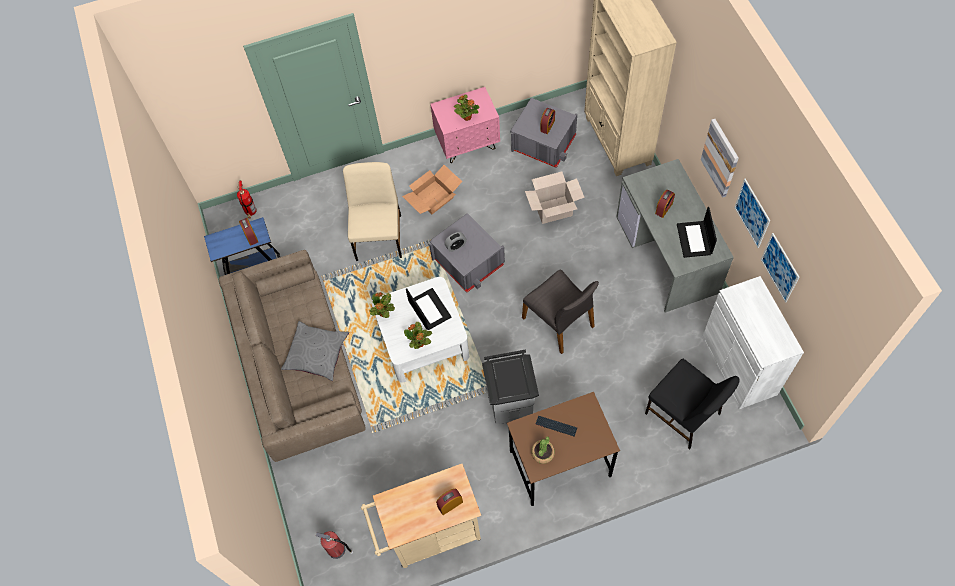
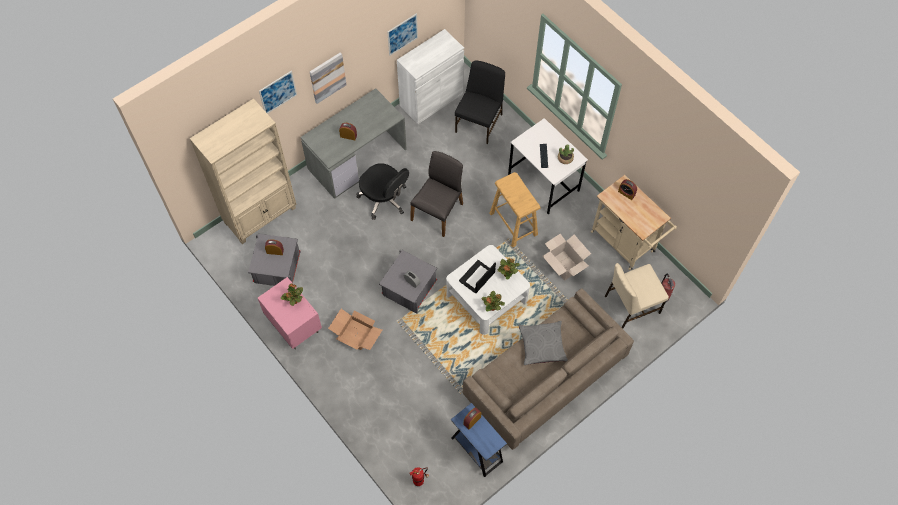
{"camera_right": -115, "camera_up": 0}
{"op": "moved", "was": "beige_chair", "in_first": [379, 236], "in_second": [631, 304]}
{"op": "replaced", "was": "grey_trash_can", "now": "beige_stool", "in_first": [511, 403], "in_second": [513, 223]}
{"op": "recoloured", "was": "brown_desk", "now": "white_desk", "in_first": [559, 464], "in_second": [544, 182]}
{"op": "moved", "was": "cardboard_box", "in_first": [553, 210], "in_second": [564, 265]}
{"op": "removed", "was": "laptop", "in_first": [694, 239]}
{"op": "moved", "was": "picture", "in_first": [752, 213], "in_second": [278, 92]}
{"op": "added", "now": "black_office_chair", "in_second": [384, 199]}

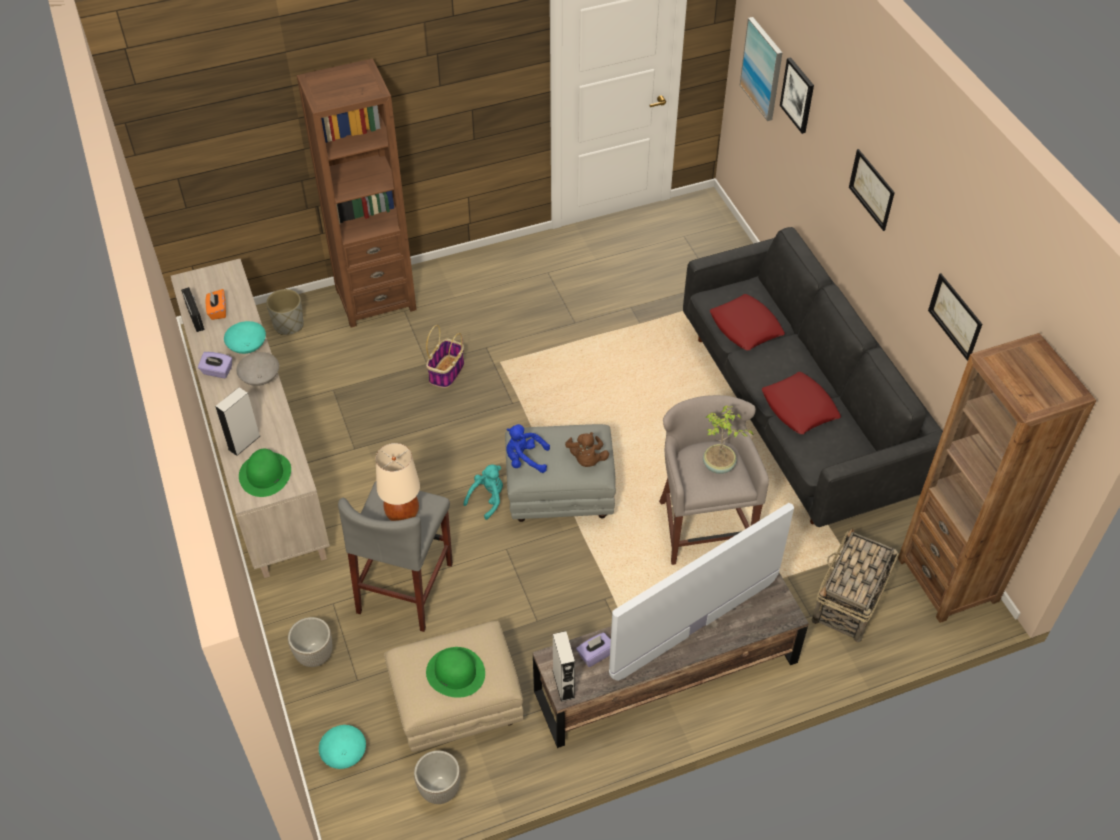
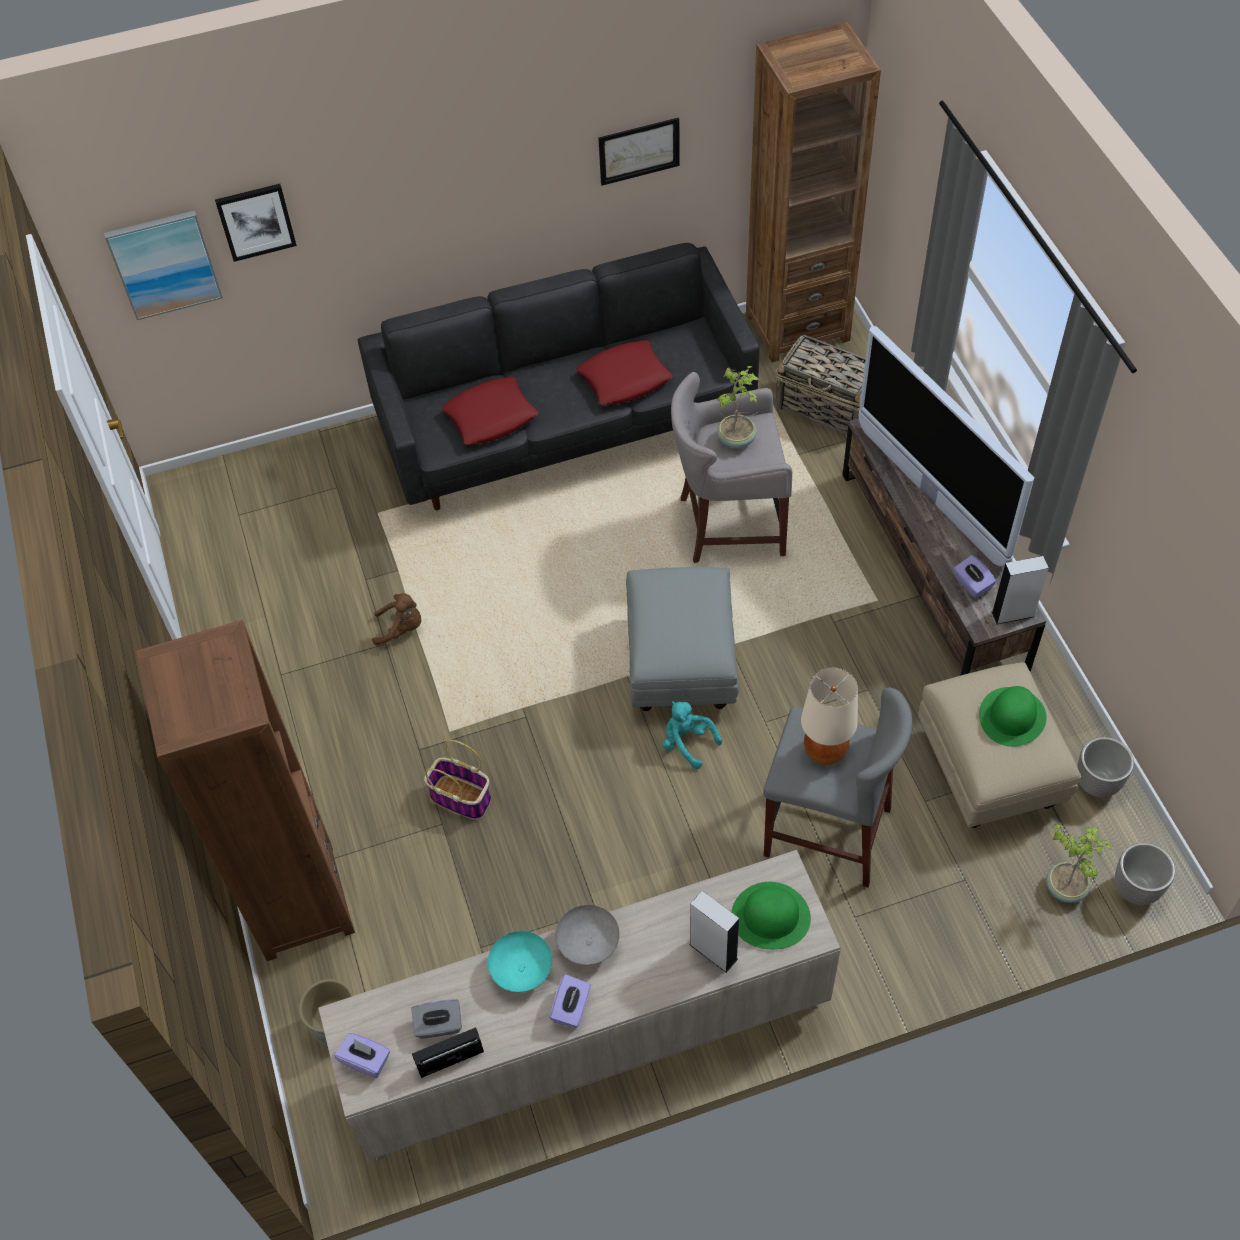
{"camera_right": -85, "camera_up": 5}
{"op": "recoloured", "was": "orange_tissue_box", "now": "grey_tissue_box", "in_first": [217, 311], "in_second": [439, 1026]}
{"op": "moved", "was": "planter", "in_first": [314, 655], "in_second": [1135, 889]}
{"op": "replaced", "was": "turquoise_bowl", "now": "potted_plant", "in_first": [343, 754], "in_second": [1066, 887]}
{"op": "removed", "was": "blue_plush_toy", "in_first": [525, 459]}
{"op": "moved", "was": "brown_plush_toy", "in_first": [586, 459], "in_second": [401, 628]}
{"op": "removed", "was": "picture", "in_first": [871, 189]}
{"op": "added", "now": "purple_tissue_box", "in_second": [366, 1060]}

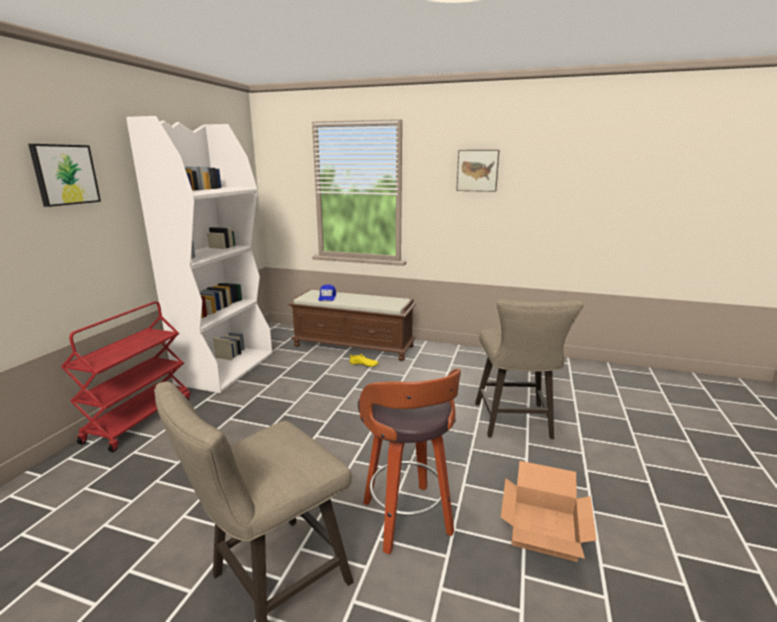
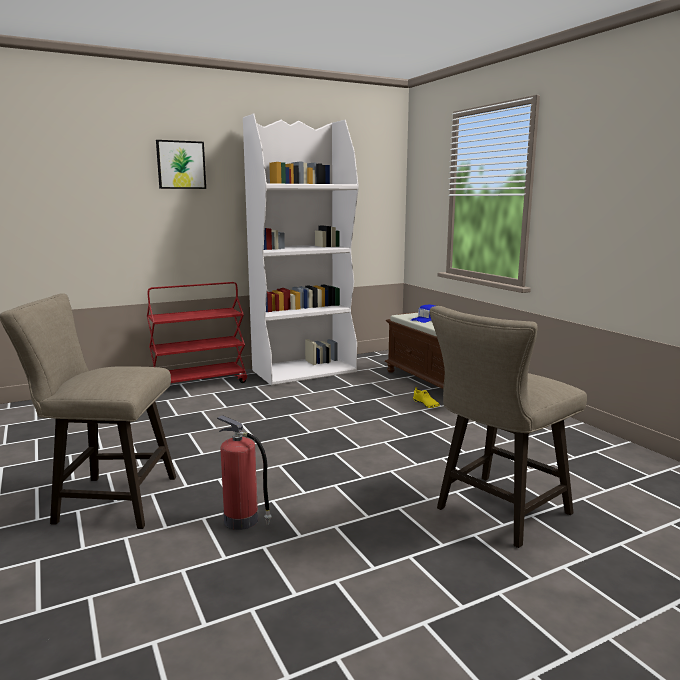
{"camera_right": 45, "camera_up": -5}
{"op": "replaced", "was": "stool", "now": "fire_extinguisher", "in_first": [408, 520], "in_second": [243, 520]}
{"op": "removed", "was": "picture", "in_first": [477, 170]}
{"op": "removed", "was": "cardboard_box", "in_first": [544, 530]}

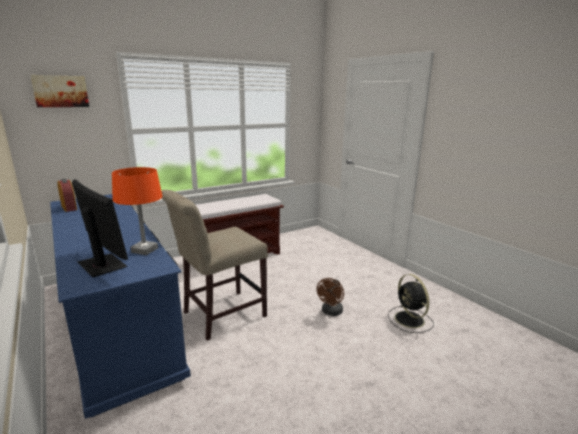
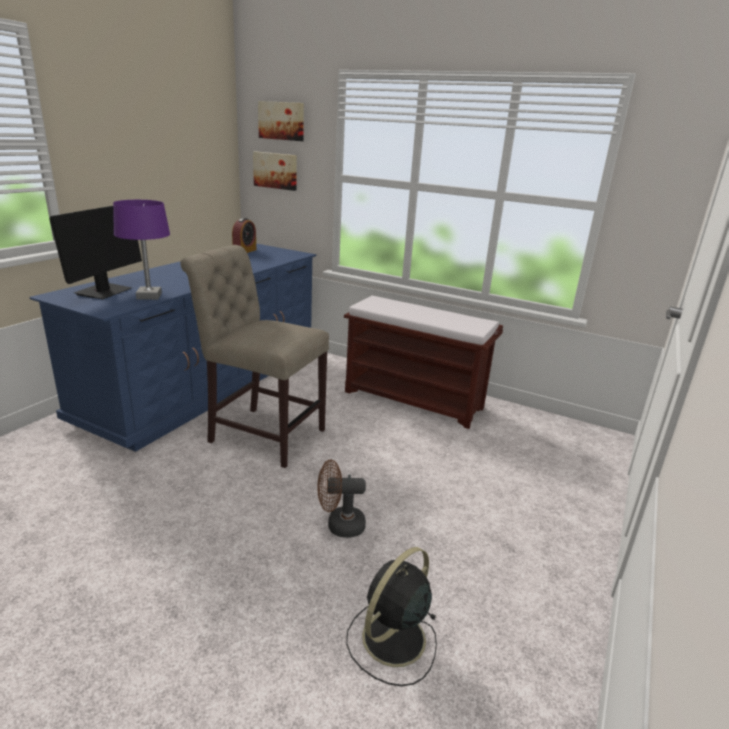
{"camera_right": 60, "camera_up": 5}
{"op": "recoloured", "was": "orange_table_lamp", "now": "purple_table_lamp", "in_first": [145, 250], "in_second": [149, 296]}
{"op": "added", "now": "picture", "in_second": [276, 170]}

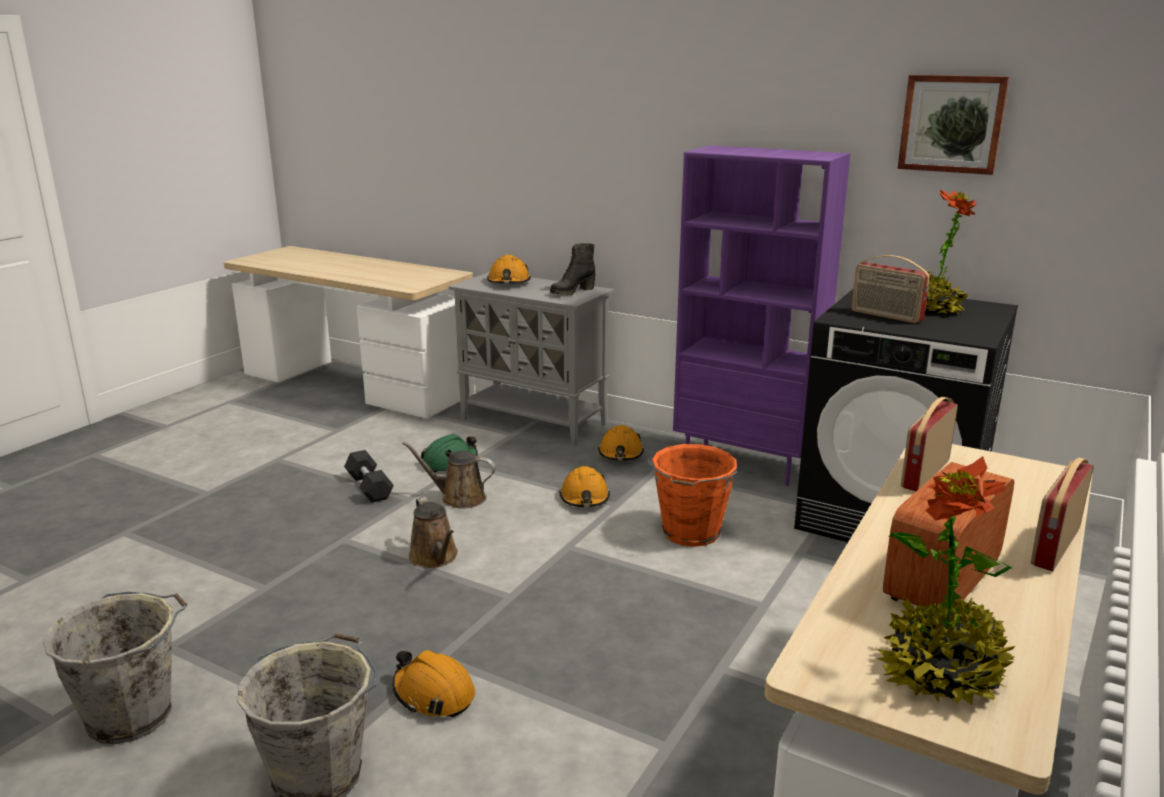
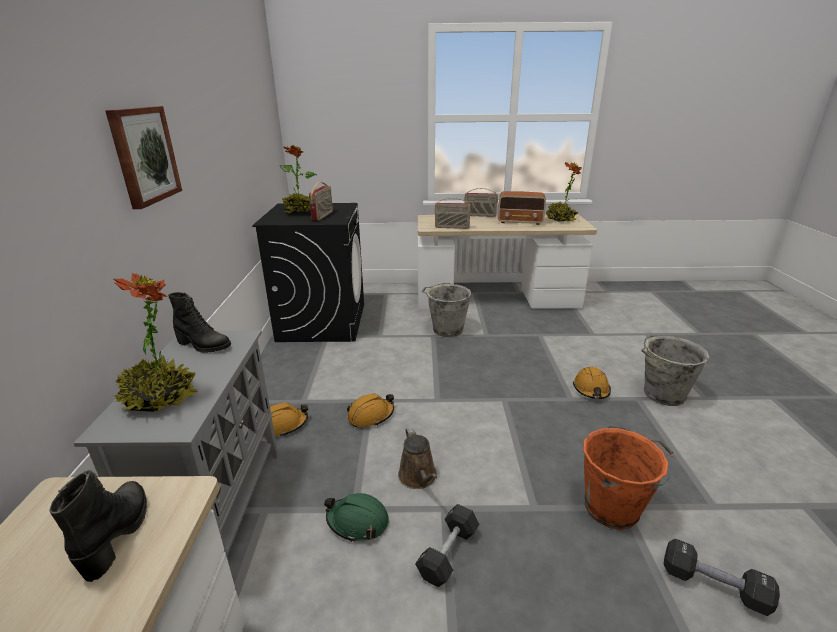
{"camera_right": -120, "camera_up": 5}
{"op": "moved", "was": "grey_bucket", "in_first": [134, 715], "in_second": [446, 330]}
{"op": "removed", "was": "brown_watering_can", "in_first": [435, 557]}
{"op": "replaced", "was": "orange_hard_hat", "now": "potted_plant", "in_first": [509, 282], "in_second": [160, 398]}
{"op": "moved", "was": "orange_bucket", "in_first": [690, 533], "in_second": [613, 508]}
{"op": "removed", "was": "purple_bookcase", "in_first": [745, 463]}
{"op": "moved", "was": "picture", "in_first": [952, 124], "in_second": [144, 155]}
{"op": "added", "now": "black_boot", "in_second": [118, 533]}
{"op": "added", "now": "black_dumbbell", "in_second": [713, 586]}

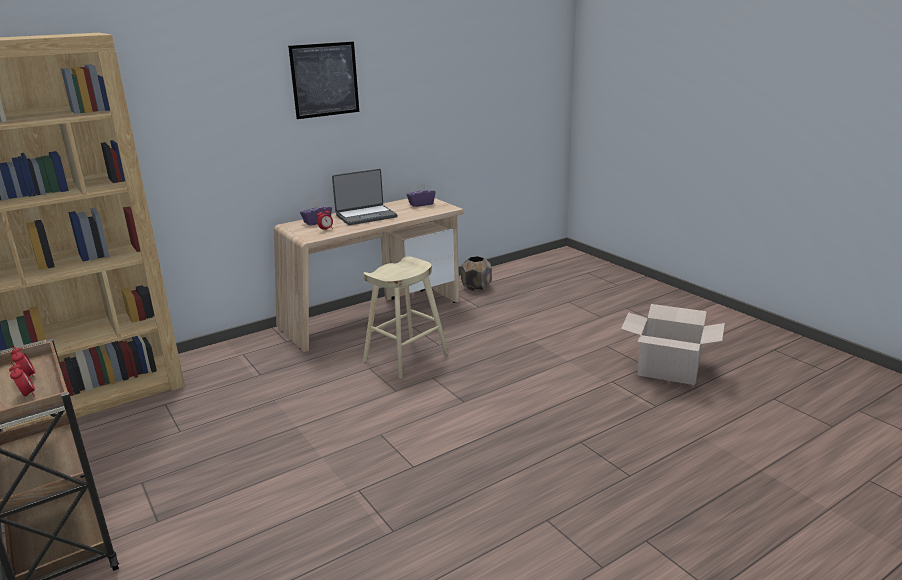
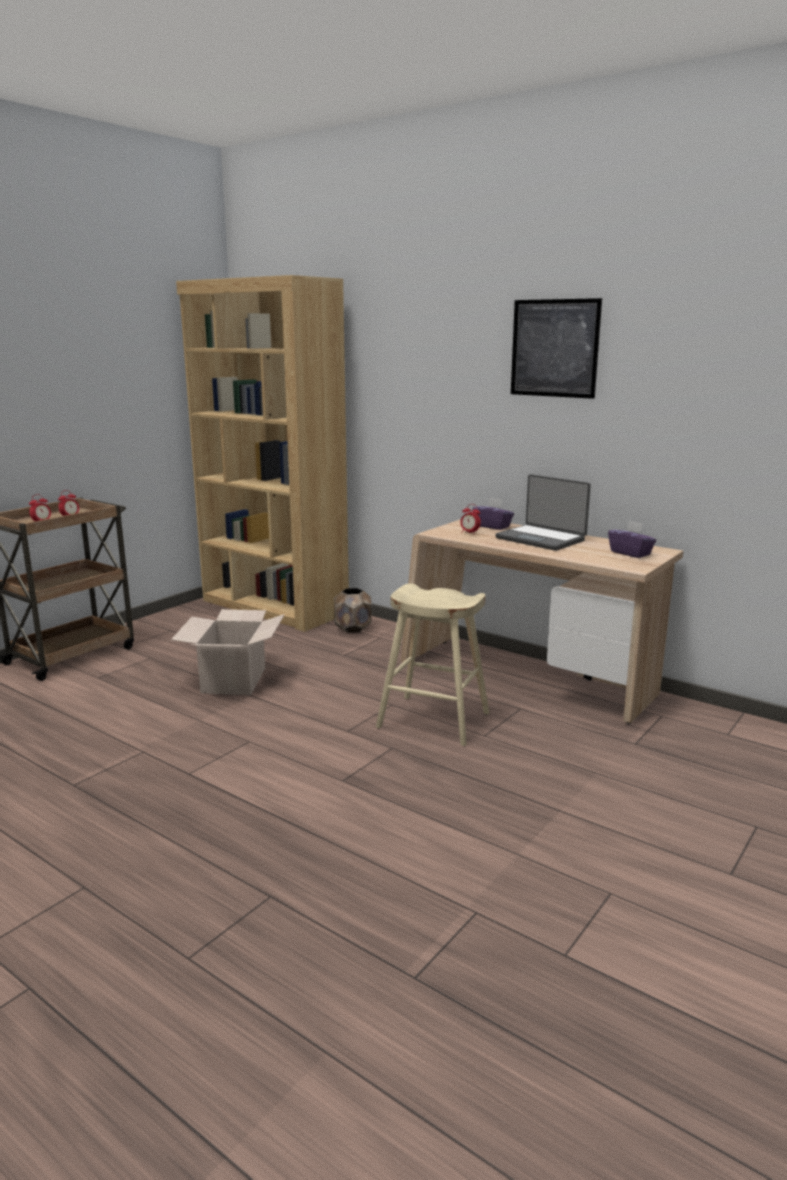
{"camera_right": 70, "camera_up": -5}
{"op": "moved", "was": "brown_planter", "in_first": [476, 287], "in_second": [353, 629]}
{"op": "moved", "was": "cardboard_box", "in_first": [668, 369], "in_second": [234, 680]}

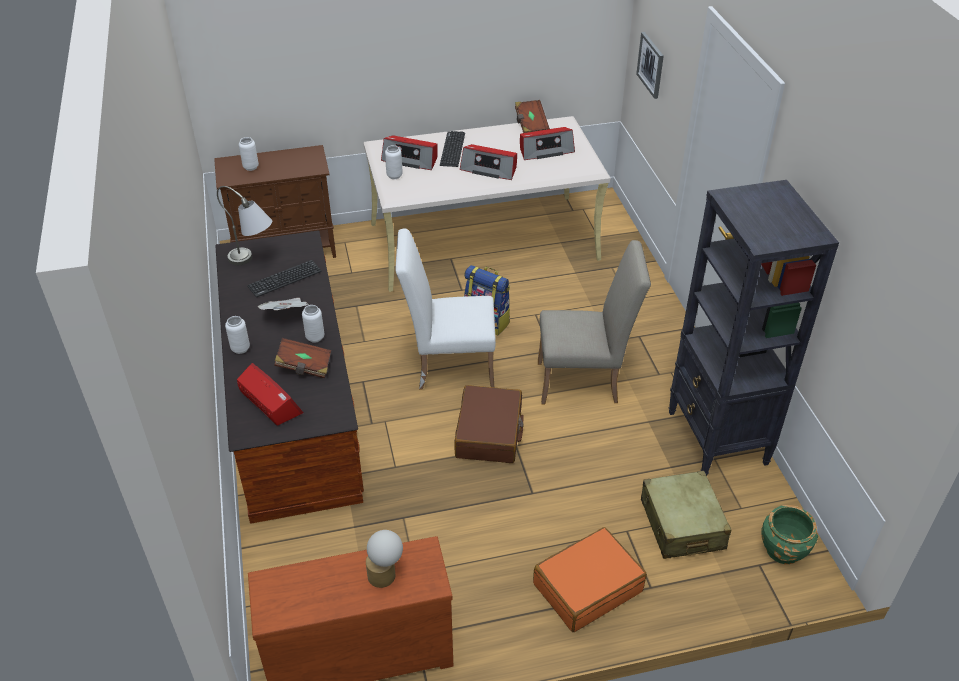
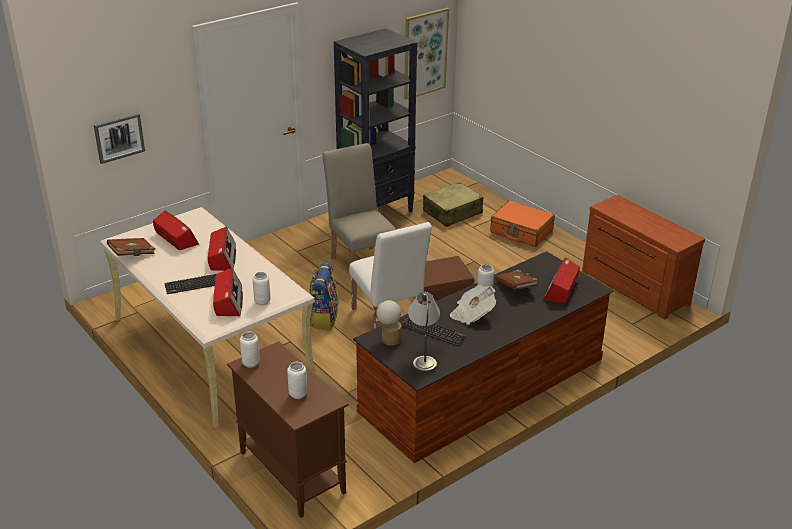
{"camera_right": -115, "camera_up": -10}
{"op": "moved", "was": "white_vase", "in_first": [240, 349], "in_second": [251, 363]}
{"op": "moved", "was": "table_lamp", "in_first": [386, 575], "in_second": [389, 338]}
{"op": "removed", "was": "green_planter", "in_first": [783, 550]}
{"op": "added", "now": "picture", "in_second": [425, 53]}

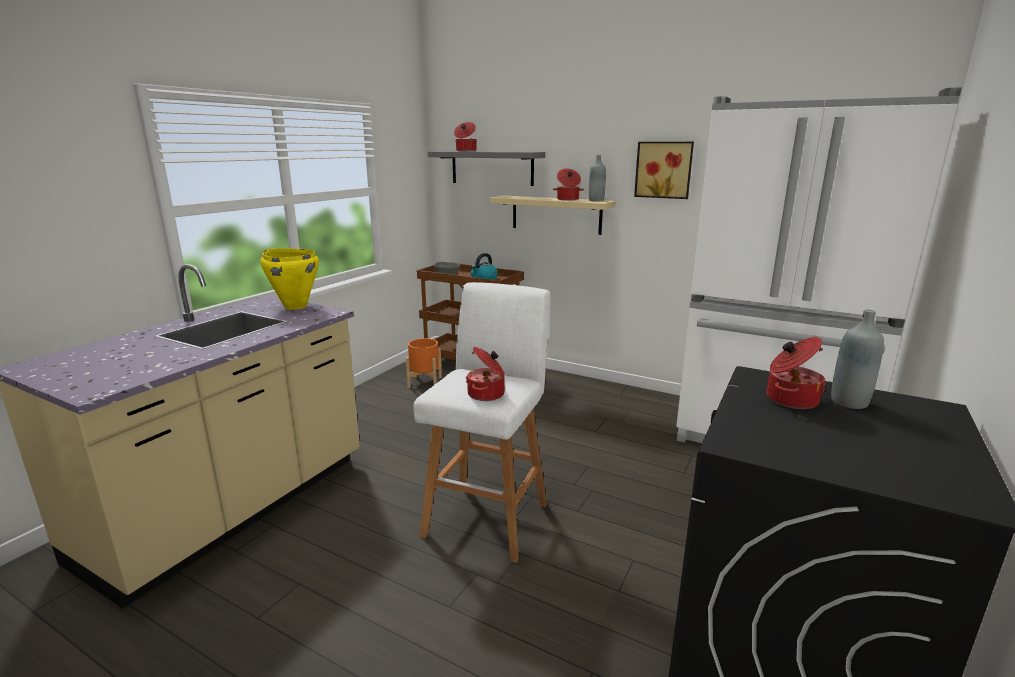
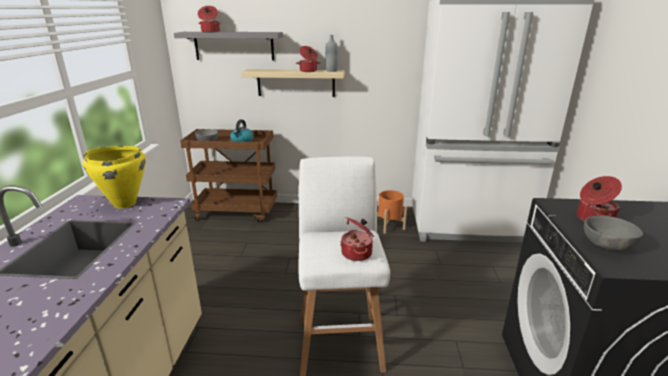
{"camera_right": -25, "camera_up": 5}
{"op": "moved", "was": "orange_planter", "in_first": [424, 382], "in_second": [389, 226]}
{"op": "removed", "was": "picture", "in_first": [664, 170]}
{"op": "removed", "was": "grey_bottle", "in_first": [849, 402]}
{"op": "added", "now": "grey_bowl", "in_second": [606, 246]}

